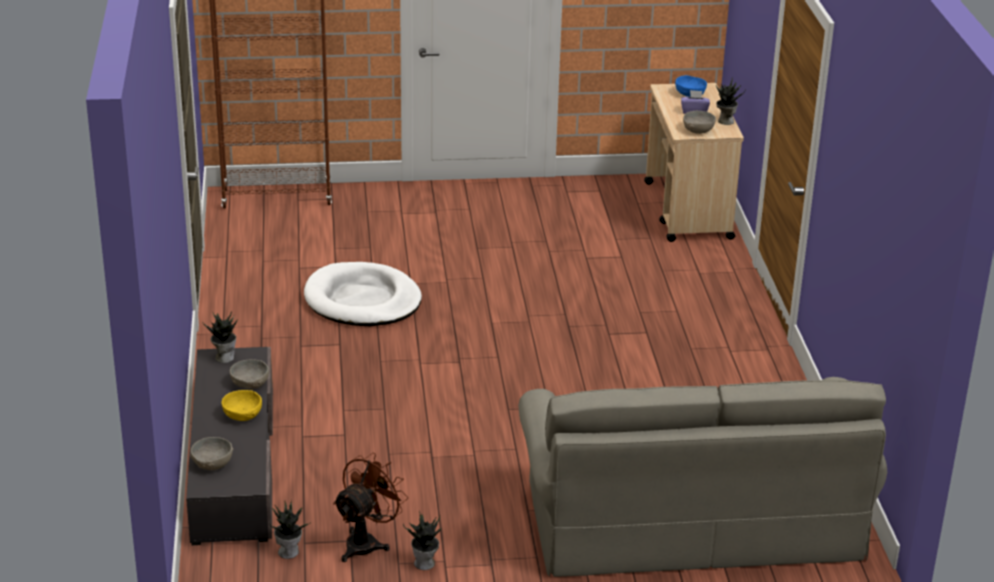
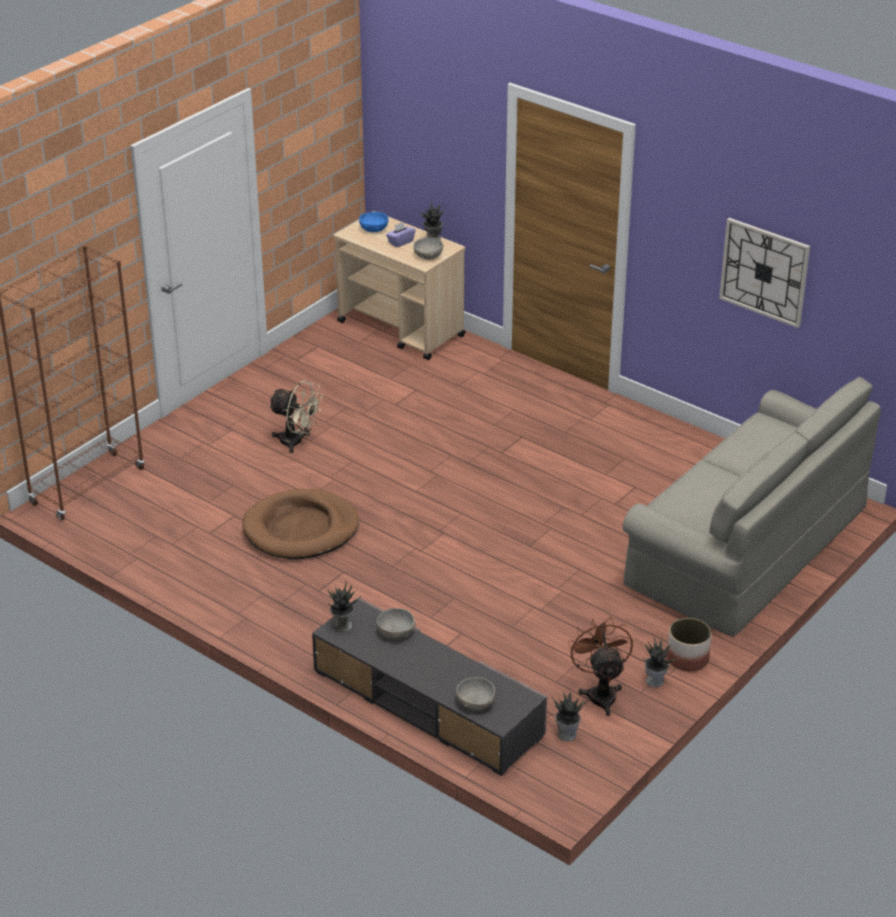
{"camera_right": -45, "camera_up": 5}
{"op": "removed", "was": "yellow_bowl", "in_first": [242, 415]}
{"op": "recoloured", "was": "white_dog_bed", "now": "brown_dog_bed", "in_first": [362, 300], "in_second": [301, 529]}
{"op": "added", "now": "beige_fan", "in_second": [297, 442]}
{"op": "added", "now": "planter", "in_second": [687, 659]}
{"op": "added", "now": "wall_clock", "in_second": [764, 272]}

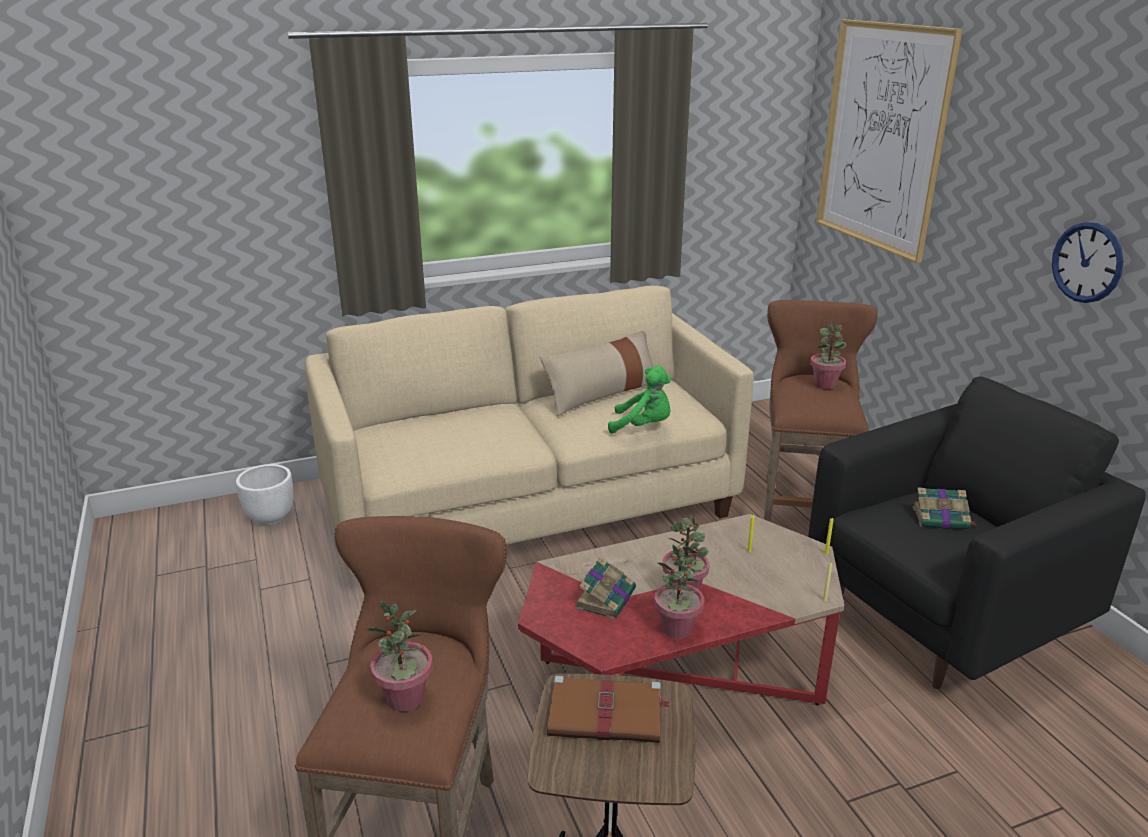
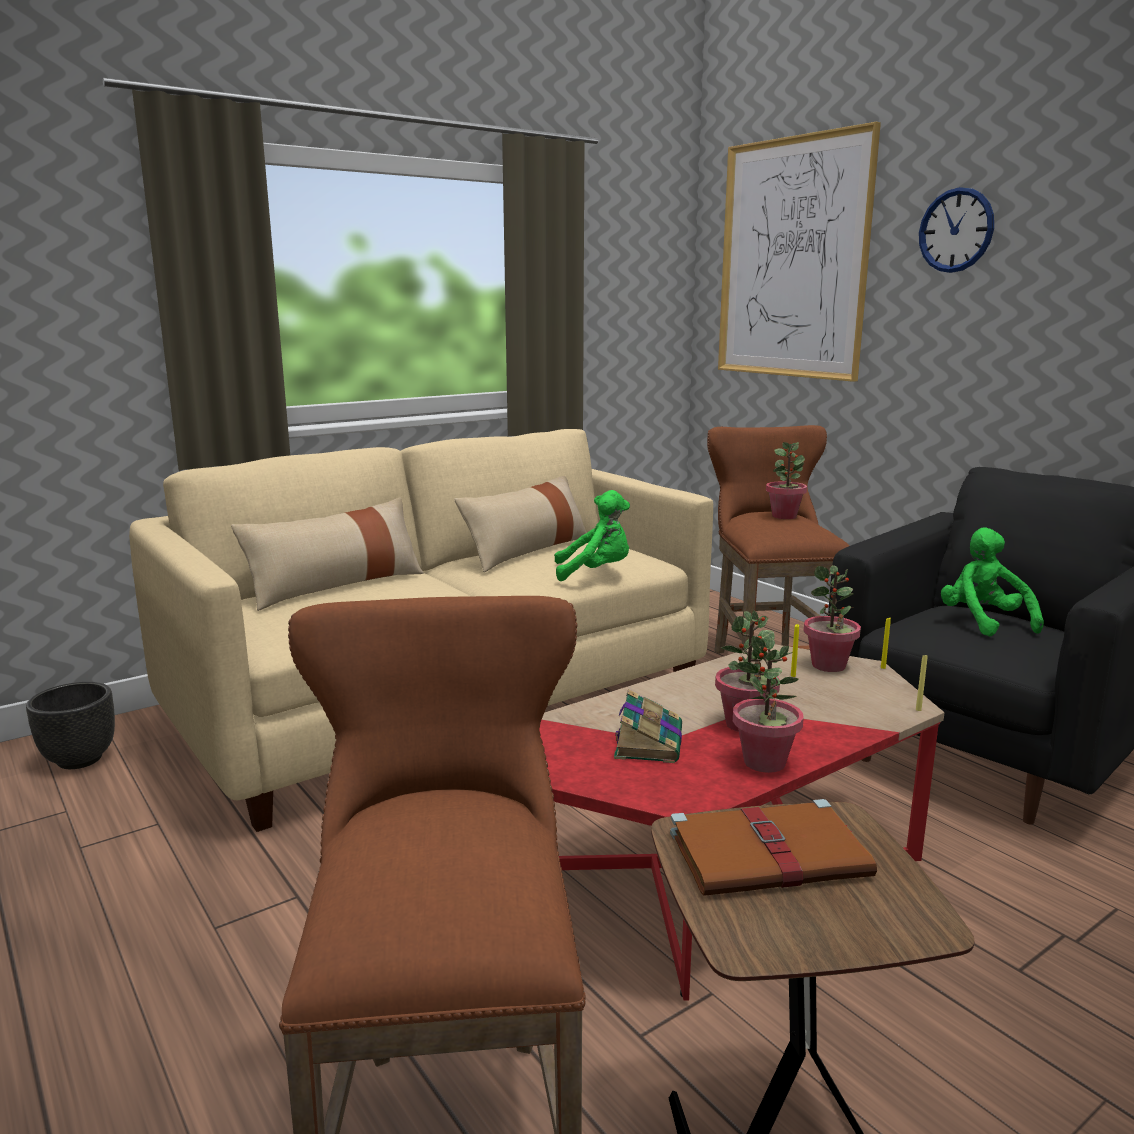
{"camera_right": -15, "camera_up": -10}
{"op": "recoloured", "was": "white_planter", "now": "black_planter", "in_first": [271, 518], "in_second": [80, 759]}
{"op": "moved", "was": "potted_plant", "in_first": [405, 699], "in_second": [829, 666]}
{"op": "replaced", "was": "book", "now": "green_plush_toy", "in_first": [942, 519], "in_second": [983, 622]}
{"op": "moved", "was": "wall_clock", "in_first": [1087, 262], "in_second": [956, 230]}
{"op": "added", "now": "beige_pillow", "in_second": [336, 586]}

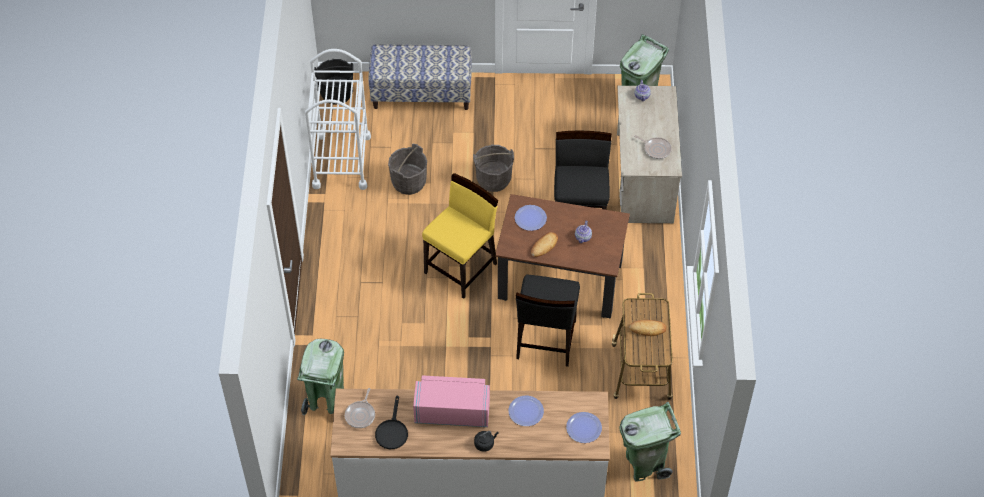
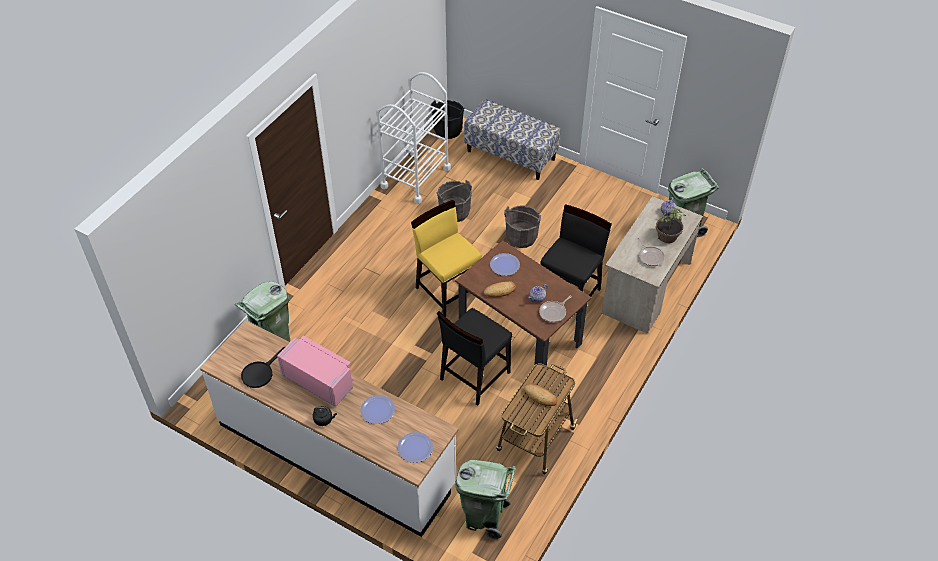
{"camera_right": 30, "camera_up": -5}
{"op": "moved", "was": "frying_pan", "in_first": [361, 414], "in_second": [553, 312]}
{"op": "turned", "was": "yellow_chair", "in_first": [461, 268], "in_second": [448, 291], "clockwise": -105}
{"op": "added", "now": "potted_plant", "in_second": [667, 236]}

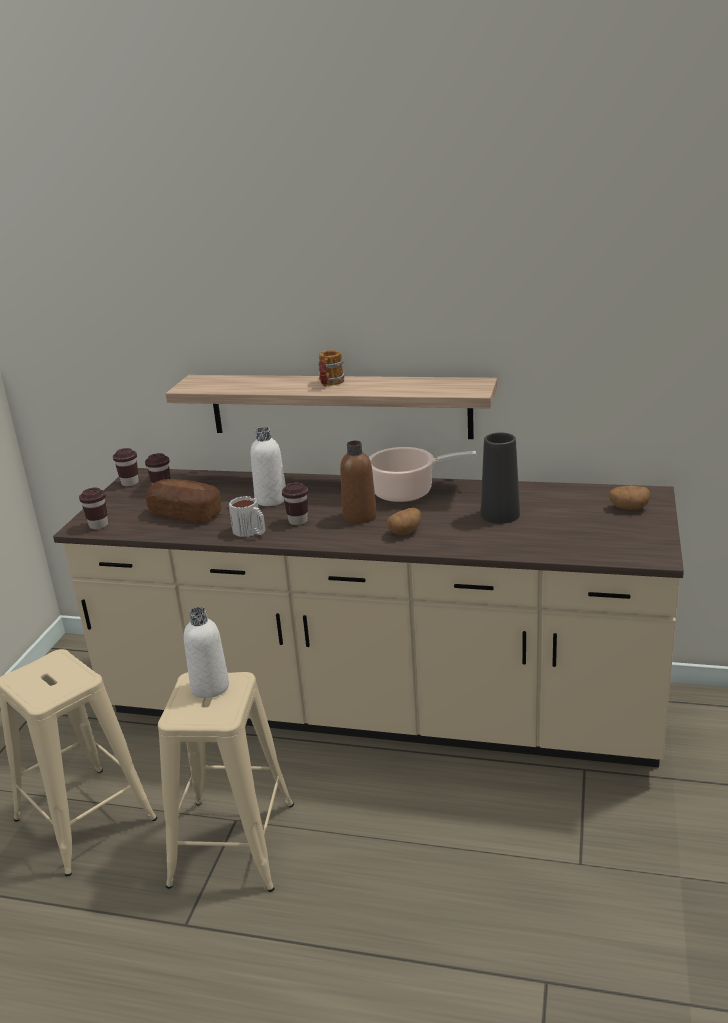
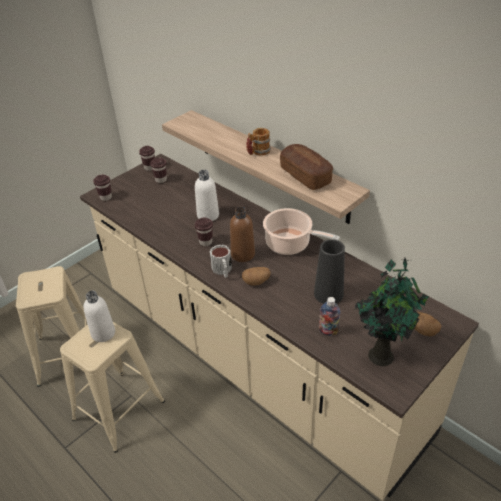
{"camera_right": 30, "camera_up": 15}
{"op": "moved", "was": "bread", "in_first": [185, 514], "in_second": [305, 176]}
{"op": "moved", "was": "mug", "in_first": [251, 532], "in_second": [223, 271]}
{"op": "added", "now": "bottle", "in_second": [328, 331]}
{"op": "added", "now": "potted_plant", "in_second": [381, 354]}

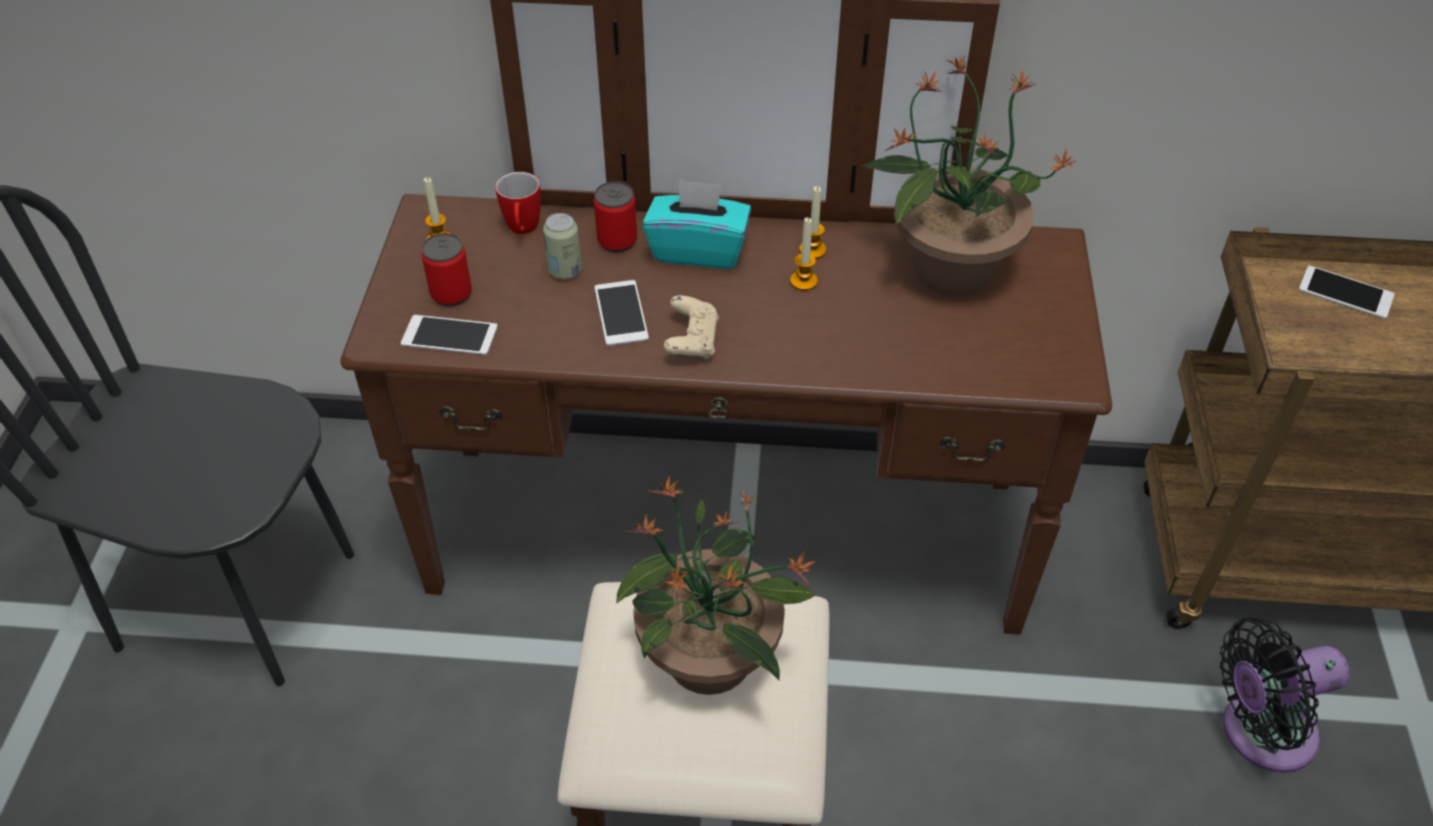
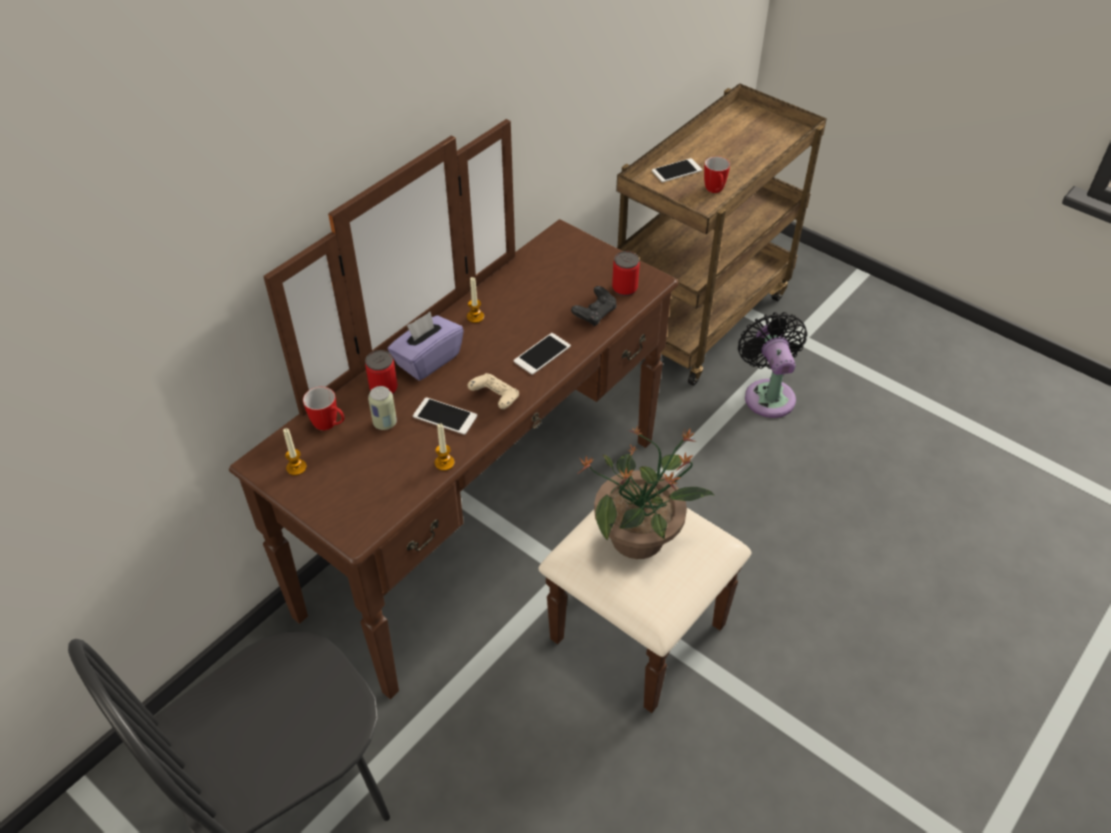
{"camera_right": -55, "camera_up": 0}
{"op": "moved", "was": "phone", "in_first": [449, 336], "in_second": [542, 354]}
{"op": "moved", "was": "can", "in_first": [451, 294], "in_second": [624, 288]}
{"op": "recoloured", "was": "turquoise_tissue_box", "now": "purple_tissue_box", "in_first": [698, 250], "in_second": [427, 360]}
{"op": "moved", "was": "candle", "in_first": [803, 281], "in_second": [444, 463]}
{"op": "removed", "was": "potted_plant", "in_first": [950, 268]}
{"op": "turned", "was": "black_fan", "in_first": [1259, 732], "in_second": [768, 394], "clockwise": 150}
{"op": "added", "now": "black_game_controller", "in_second": [595, 314]}
{"op": "added", "now": "mug", "in_second": [715, 191]}

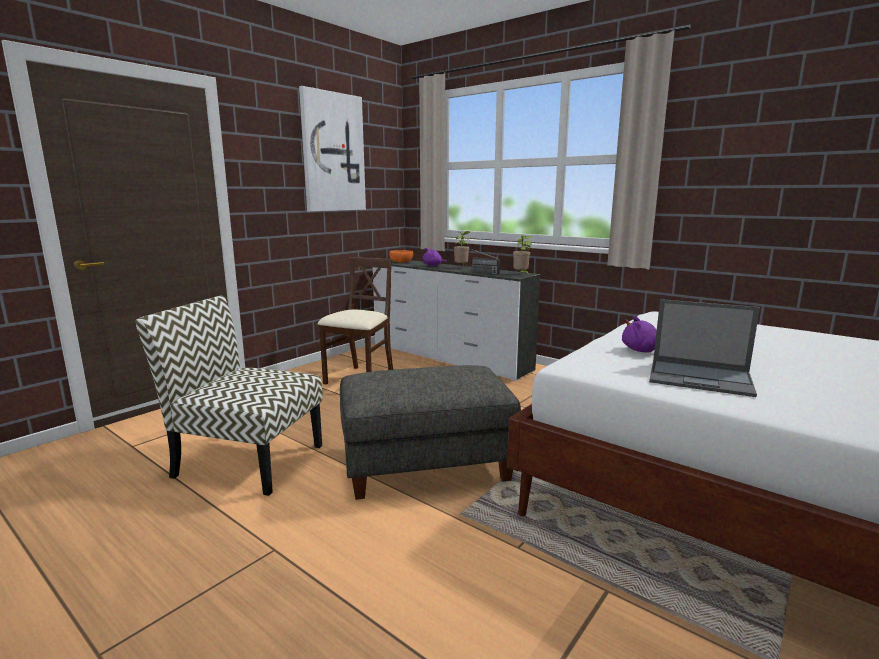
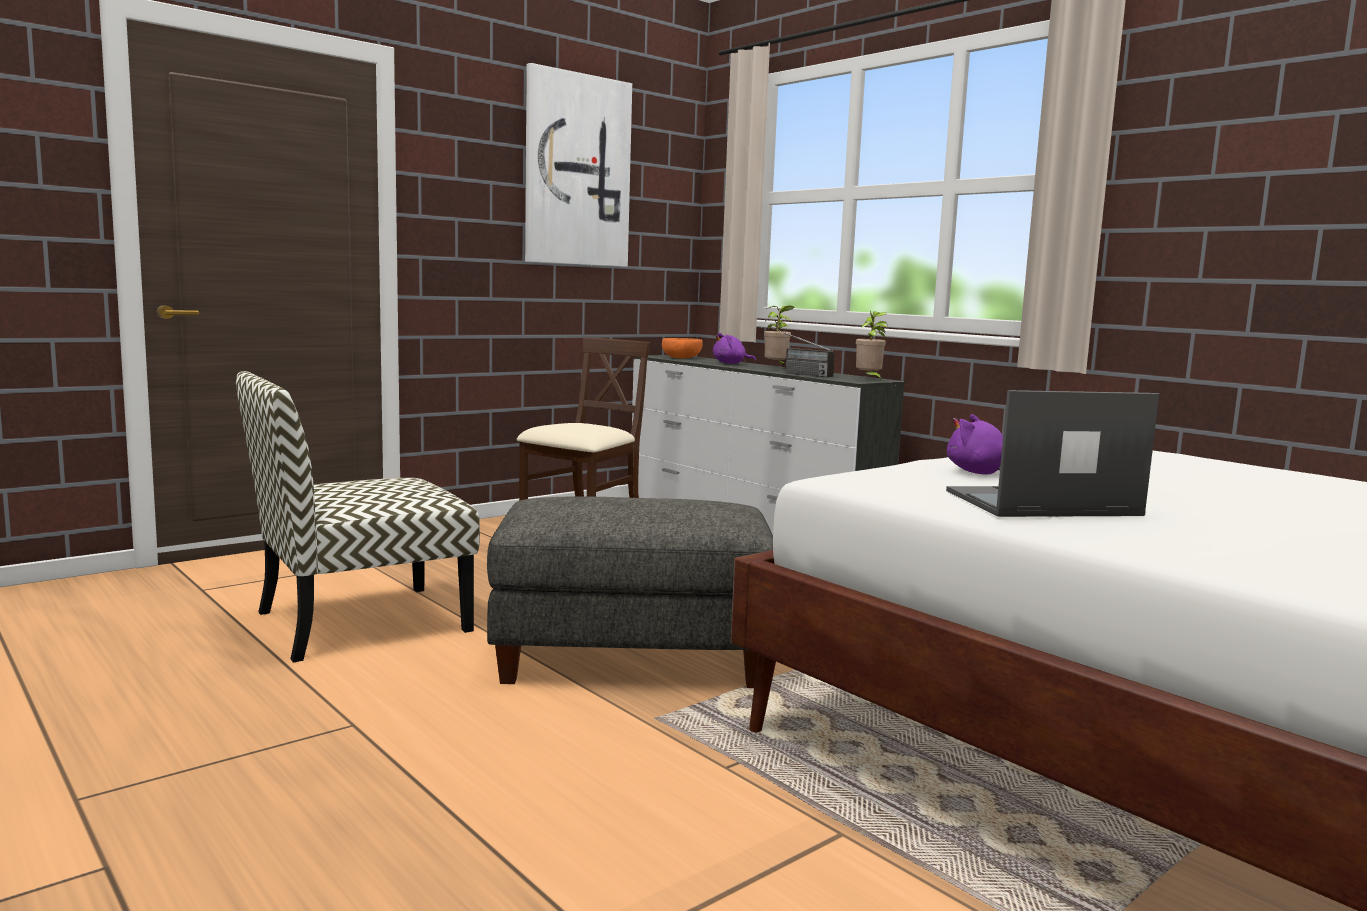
{"camera_right": 10, "camera_up": -5}
{"op": "turned", "was": "chair", "in_first": [247, 460], "in_second": [359, 622], "clockwise": -60}
{"op": "turned", "was": "laptop", "in_first": [701, 378], "in_second": [1039, 503], "clockwise": 135}

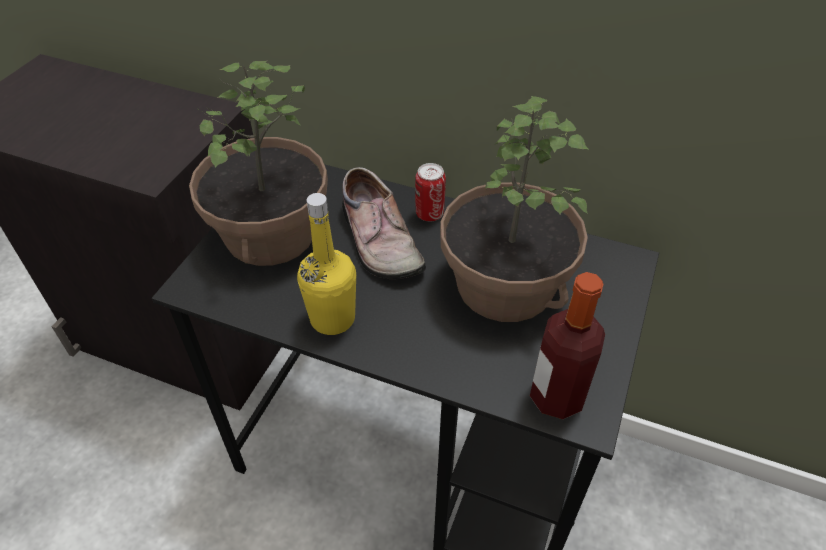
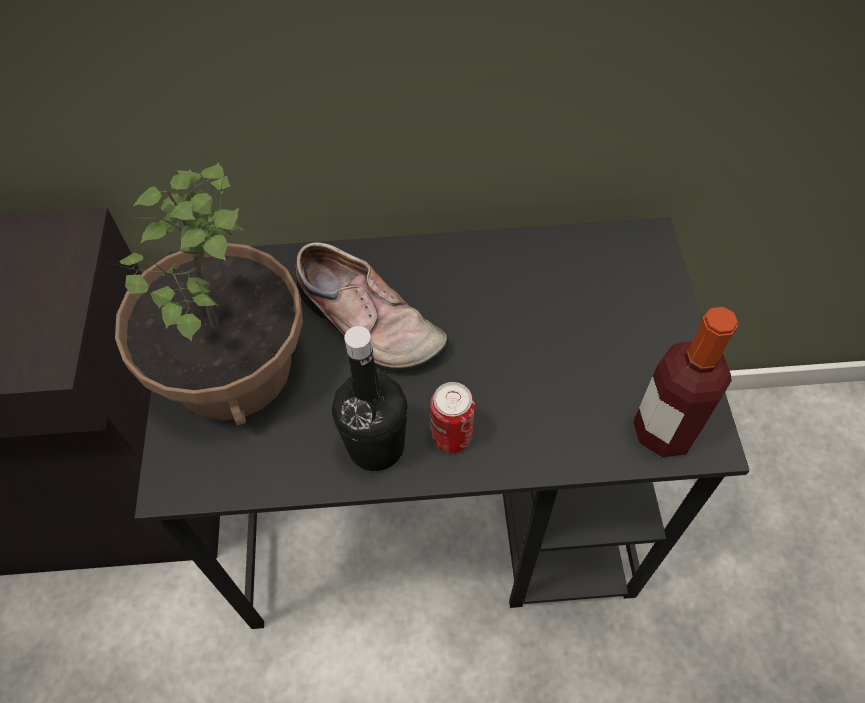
{"camera_right": -25, "camera_up": 10}
{"op": "recoloured", "was": "yellow_bottle", "now": "black_bottle", "in_first": [332, 318], "in_second": [376, 446]}
{"op": "moved", "was": "can", "in_first": [429, 214], "in_second": [452, 437]}
{"op": "removed", "was": "potted_plant", "in_first": [503, 285]}

